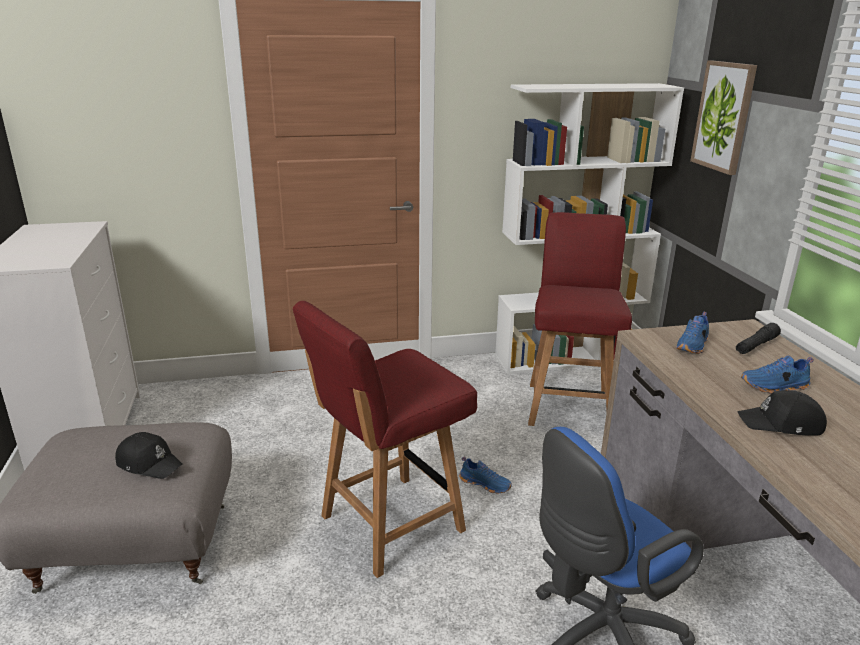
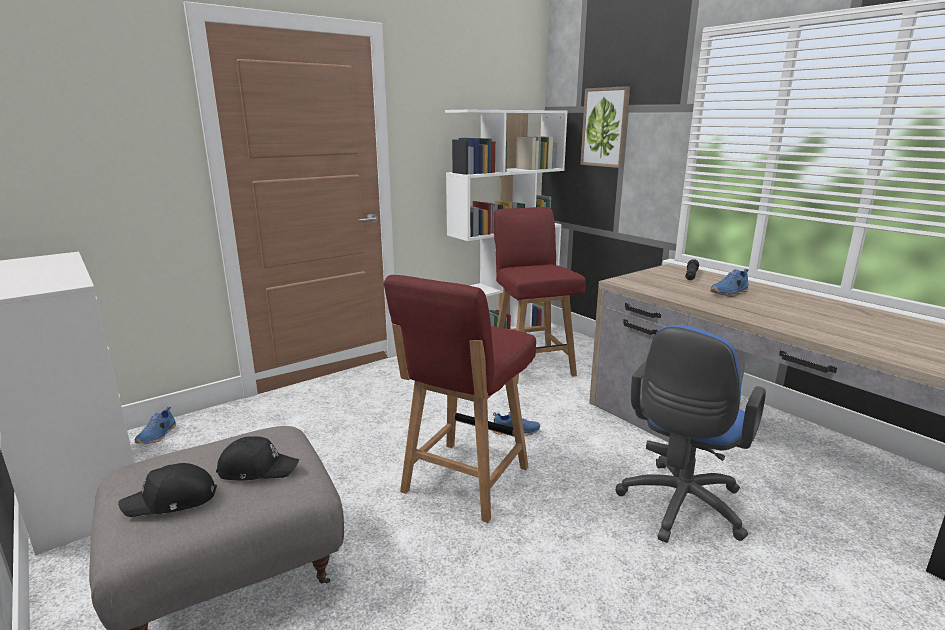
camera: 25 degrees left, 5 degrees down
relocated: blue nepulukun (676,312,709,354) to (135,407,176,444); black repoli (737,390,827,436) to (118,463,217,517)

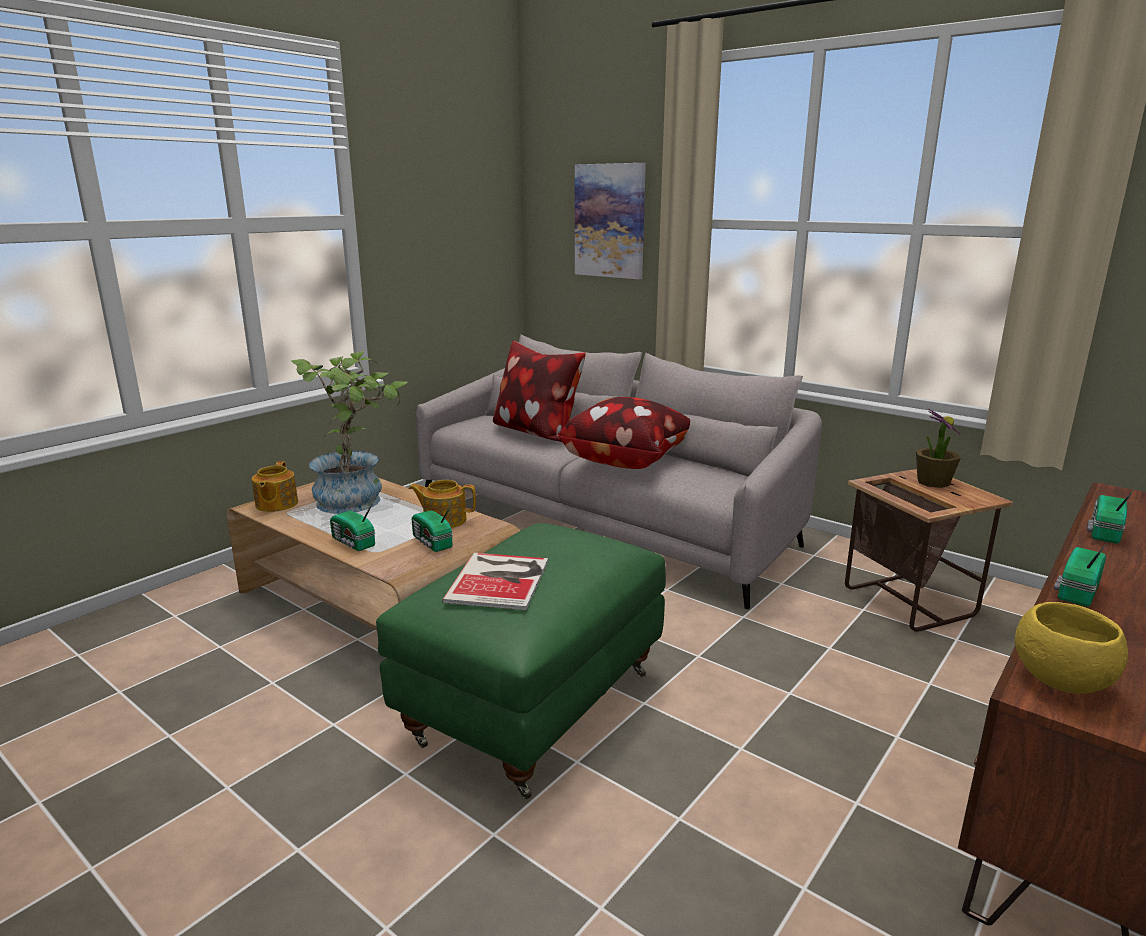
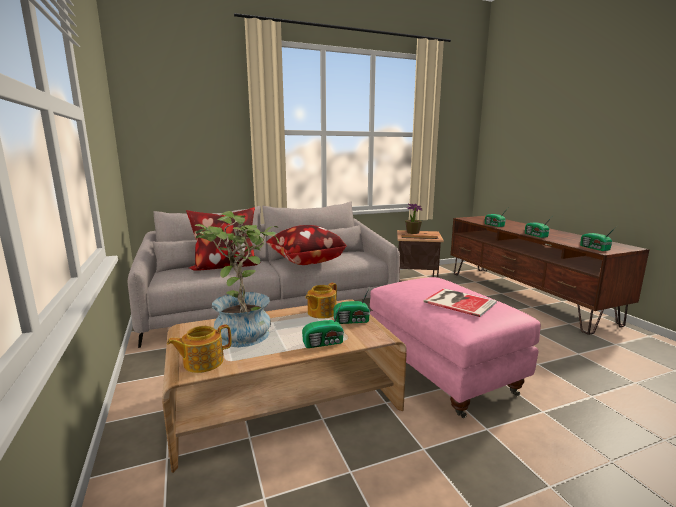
camera: 60 degrees left, 5 degrees down
missing: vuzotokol (575,163,646,279)
exchanged: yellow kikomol (1015,602,1128,694) to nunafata (580,225,618,251)
colour: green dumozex (376,523,666,799) to pink dumozex (370,277,541,418)
spun: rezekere (252,461,298,512) = (167,325,232,373) 120 degrees clockwise

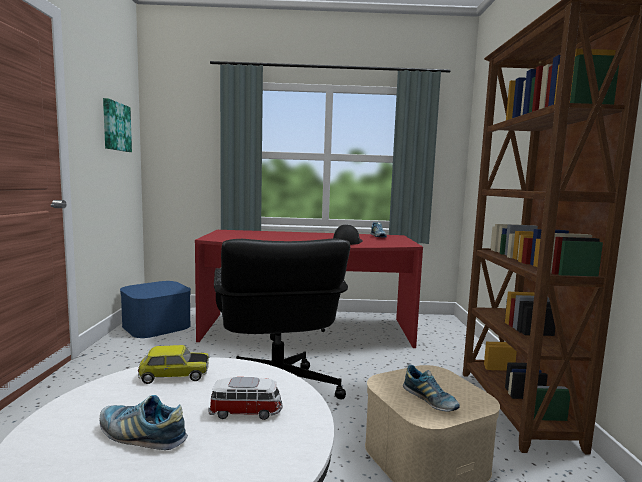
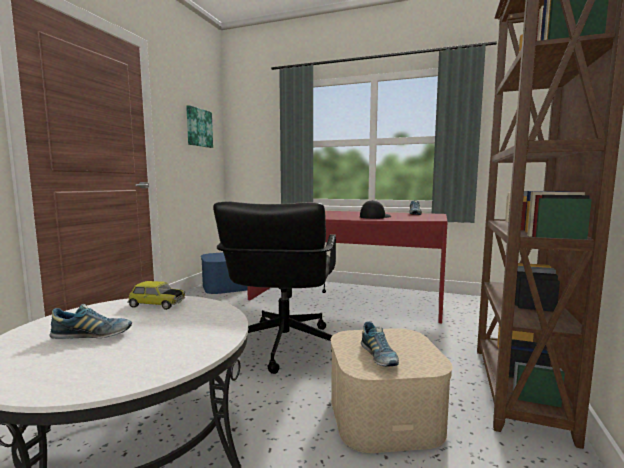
camera: 20 degrees right, 0 degrees up
missing: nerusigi (208,377,283,420)
spun: nepulukun (100,395,188,450) = (49,304,132,339) 135 degrees clockwise

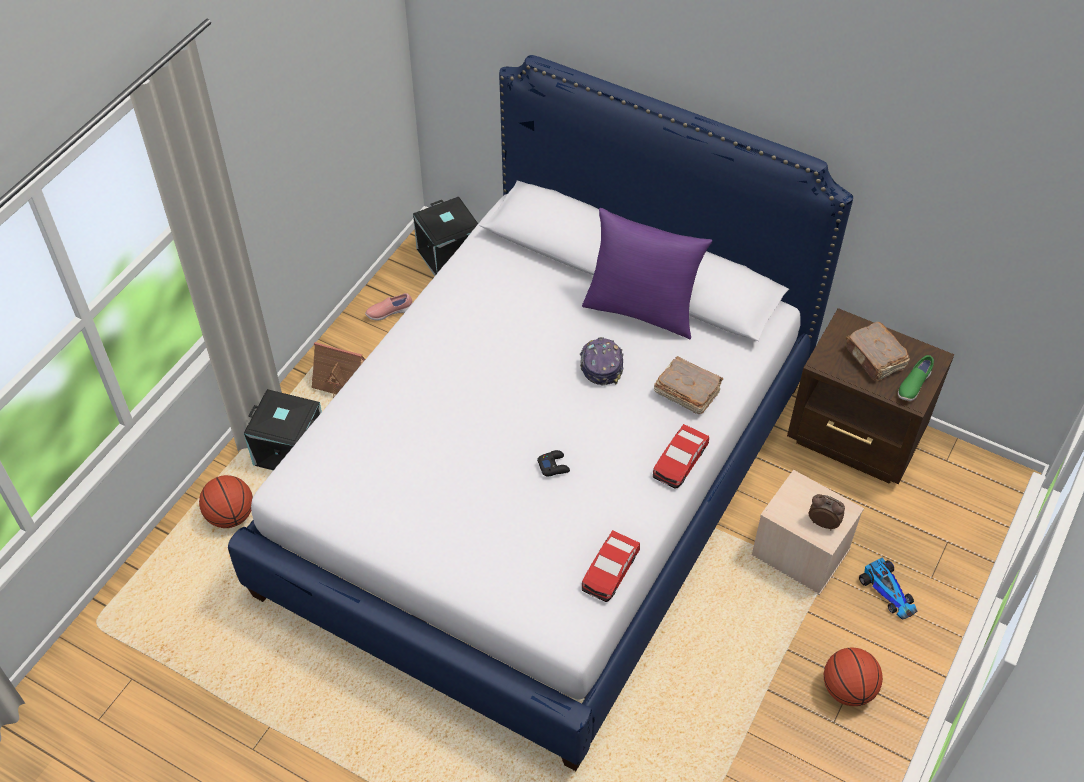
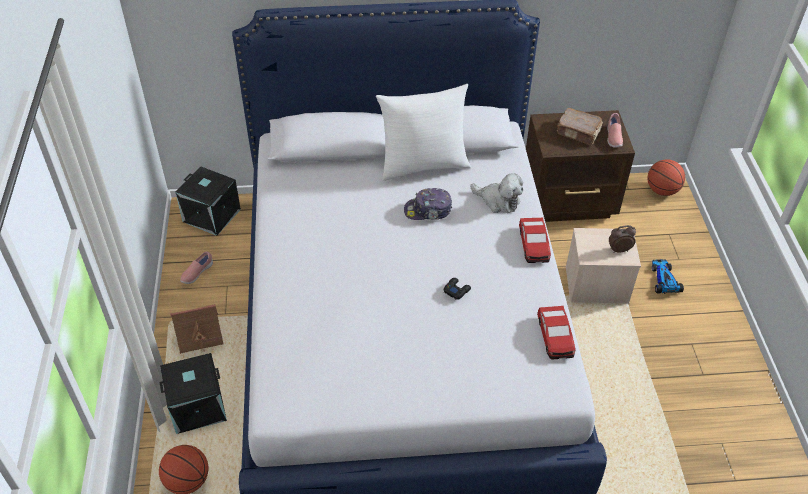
camera: 35 degrees left, 5 degrees down
relocated: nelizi (824,647,883,706) to (647,159,685,196)
exchanged: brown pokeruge (654,356,723,414) to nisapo (470,174,523,213)
colour: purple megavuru (582,208,712,339) to white megavuru (376,84,471,181); green nepulukun (898,355,934,401) to pink nepulukun (607,113,623,148)
spun: repoli (580,337,623,386) = (404,188,452,220) 60 degrees counterclockwise; nerusigi (859,557,917,620) = (652,259,684,294) 120 degrees counterclockwise

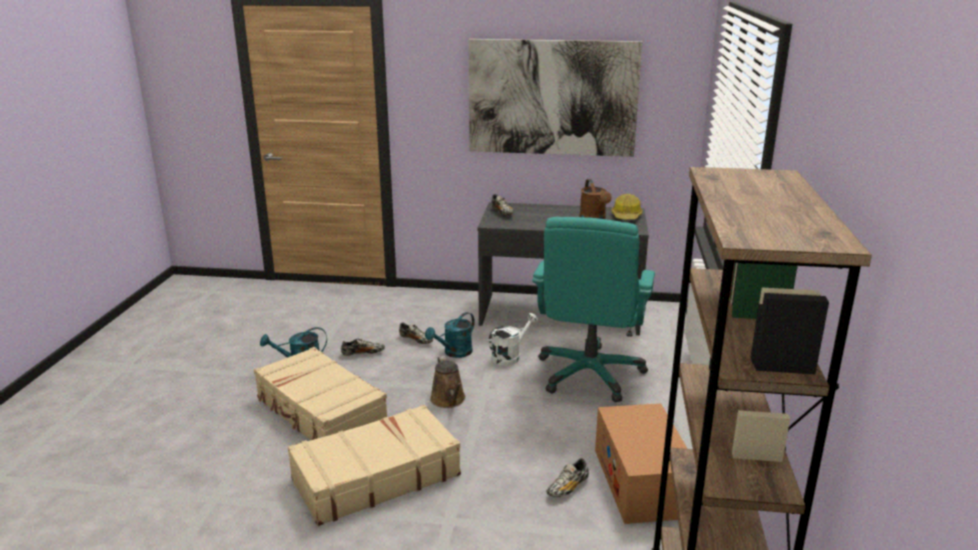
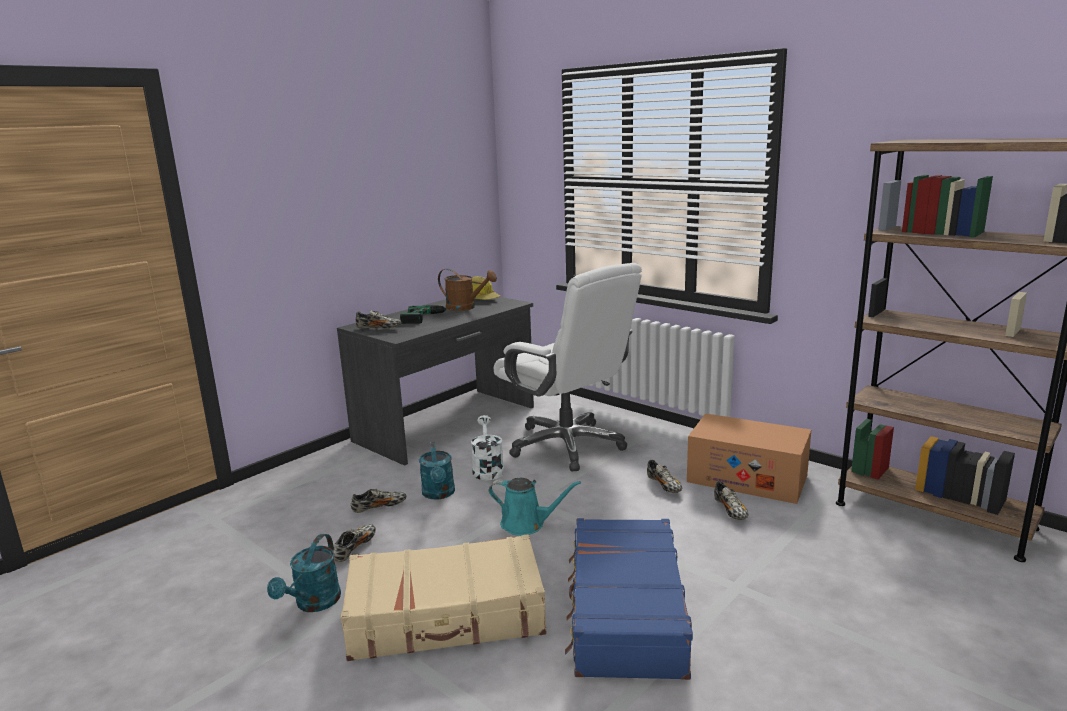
camera: 55 degrees left, 5 degrees down
missing: vuzotokol (468,39,642,157)
appeared: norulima (400,305,455,324); nepulukun (647,460,682,493)
colour: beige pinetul (288,405,461,526) to blue pinetul (565,518,693,680); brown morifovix (430,356,465,408) to turquoise morifovix (489,478,581,536); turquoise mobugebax (532,217,655,402) to white mobugebax (494,263,642,471)

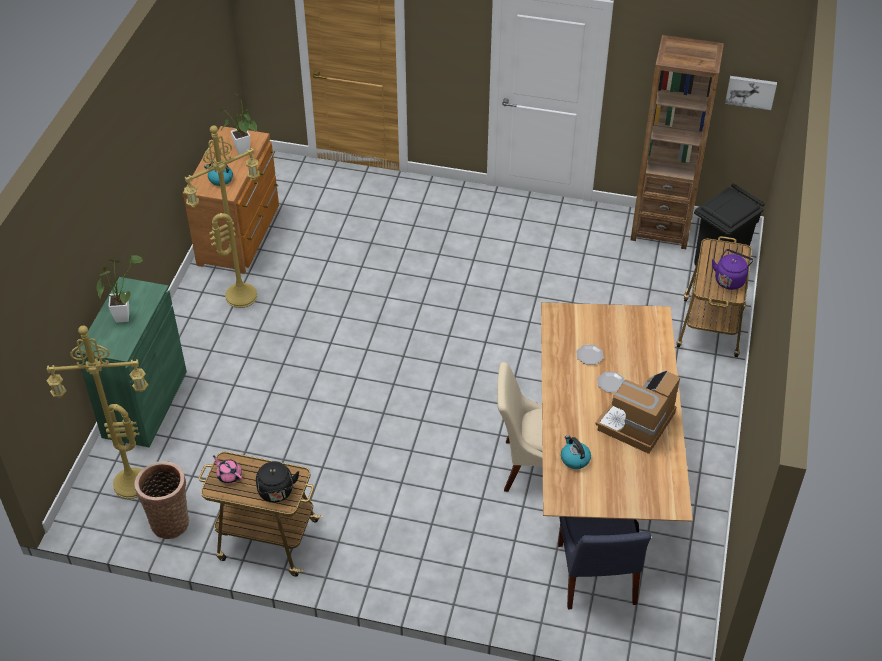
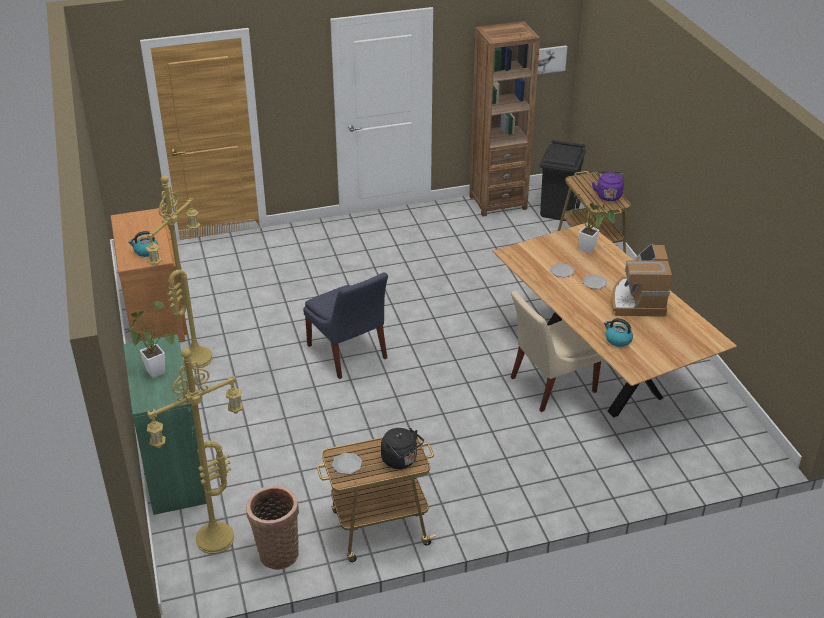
camera: 30 degrees left, 10 degrees down
relocated: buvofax (219,94,257,155) to (567,193,615,253); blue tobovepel (558,517,651,609) to (303,273,388,379)
exchanged: pink rezekere (213,455,242,484) to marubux (332,453,362,474)

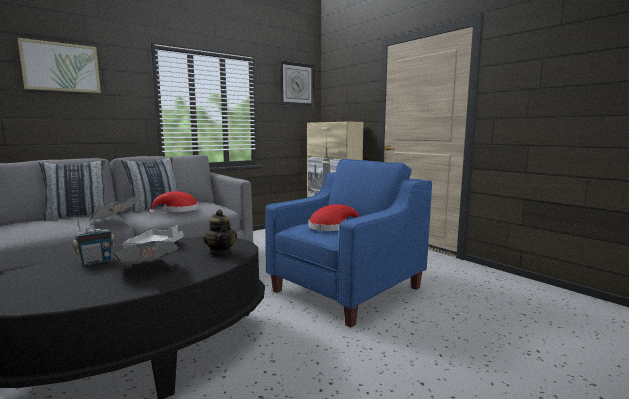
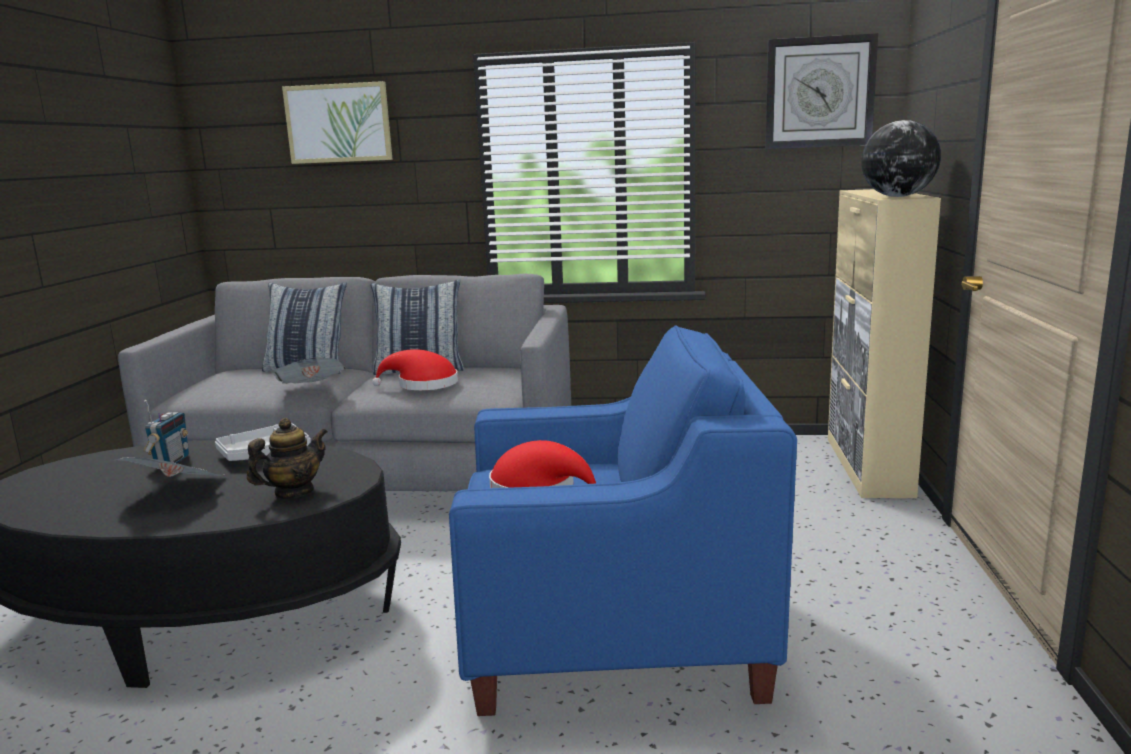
camera: 45 degrees right, 5 degrees up
appeared: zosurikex (861,120,941,197)
spun: nunafata (73,217,115,266) = (143,400,189,463) 90 degrees counterclockwise; rezekere (203,209,237,256) = (247,418,327,499) 150 degrees counterclockwise

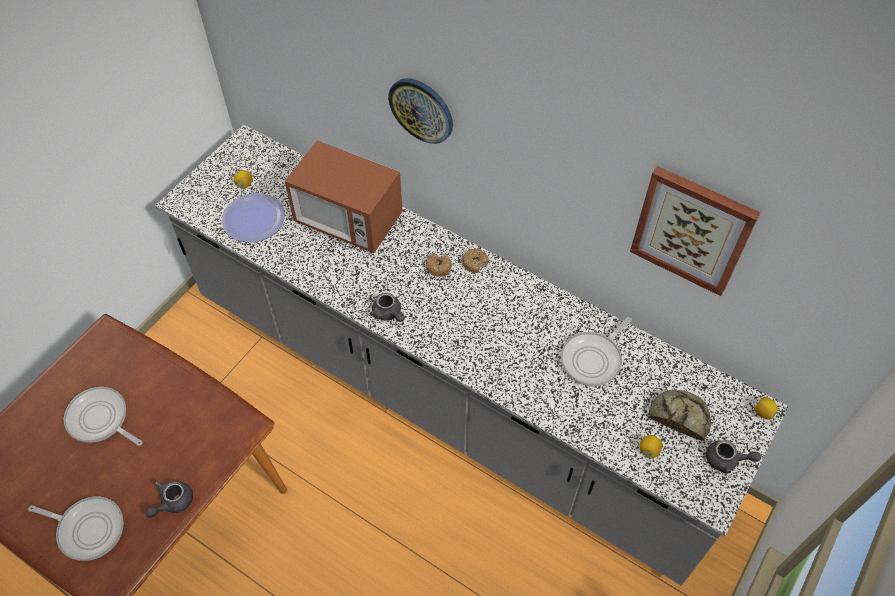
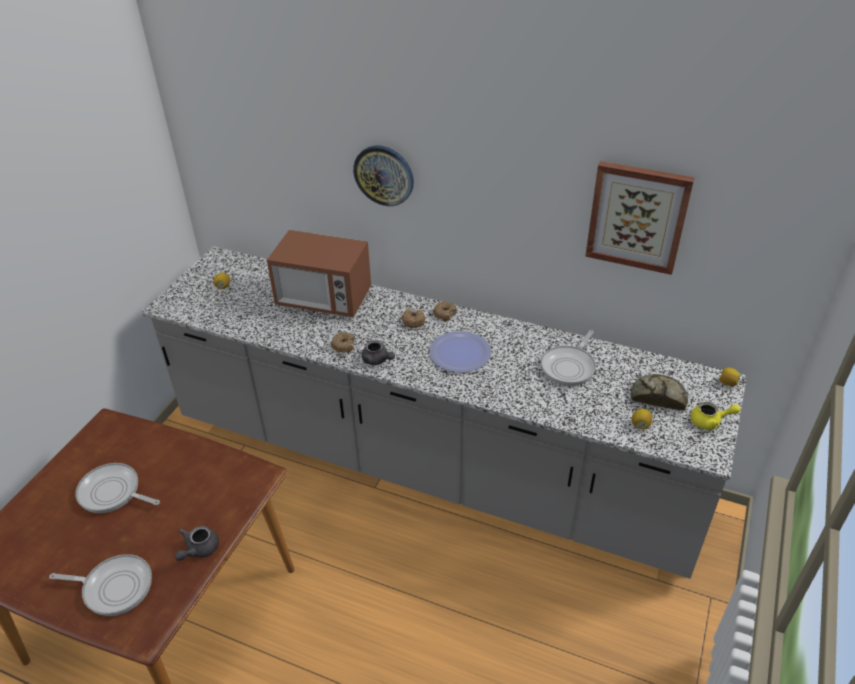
camera: 10 degrees left, 15 degrees down
appeared: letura (331,333,355,353)
relocated: marubux (221,193,285,242) to (429,331,491,372)
colour: grey rezekere (706,440,761,474) to yellow rezekere (690,402,740,430)

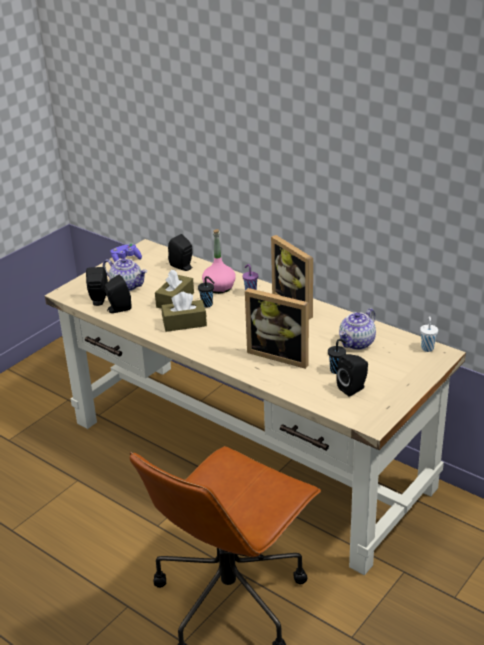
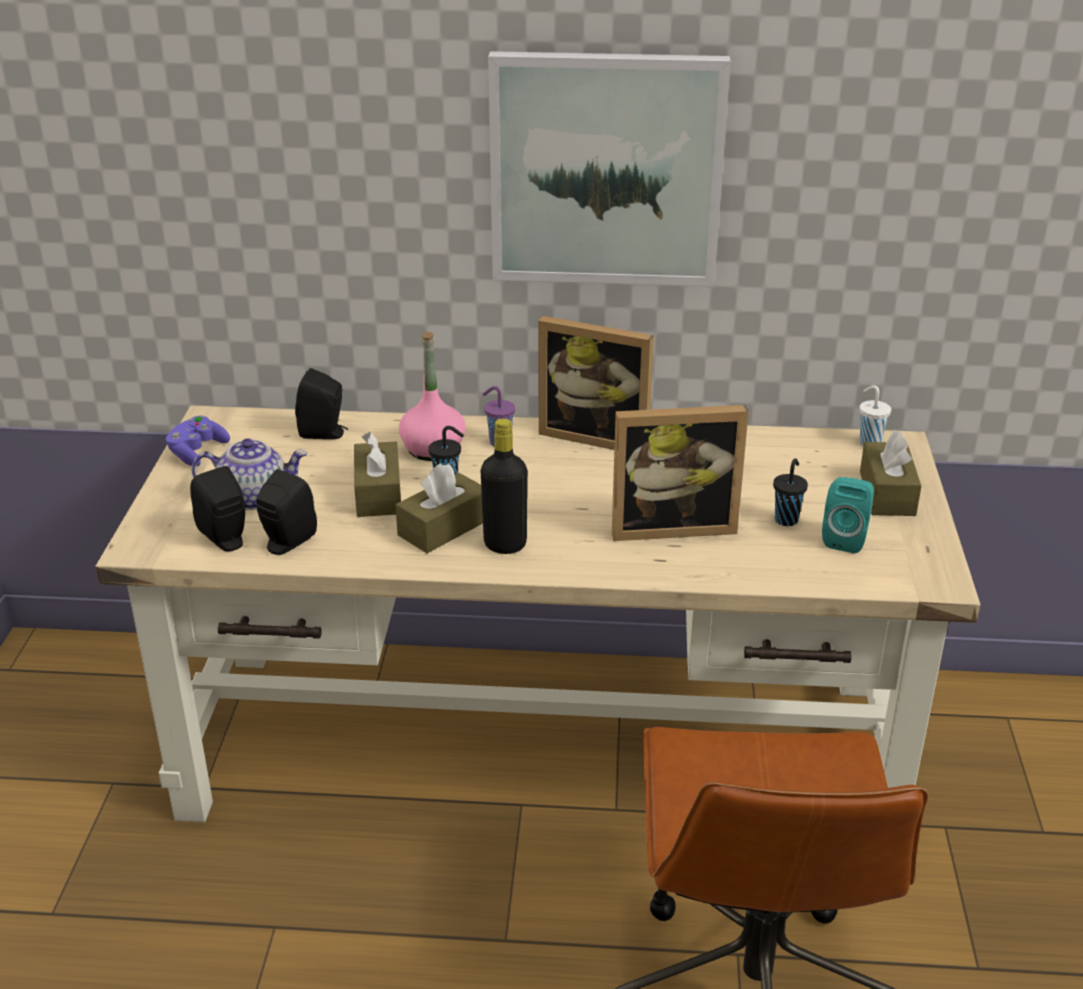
camera: 35 degrees left, 0 degrees up
missing: rezekere (339,308,376,350)
appeared: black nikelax (481,419,528,554); vuzotokol (488,51,731,286); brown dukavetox (860,430,921,516)
colour: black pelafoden (336,354,368,397) to turquoise pelafoden (822,477,874,553)

